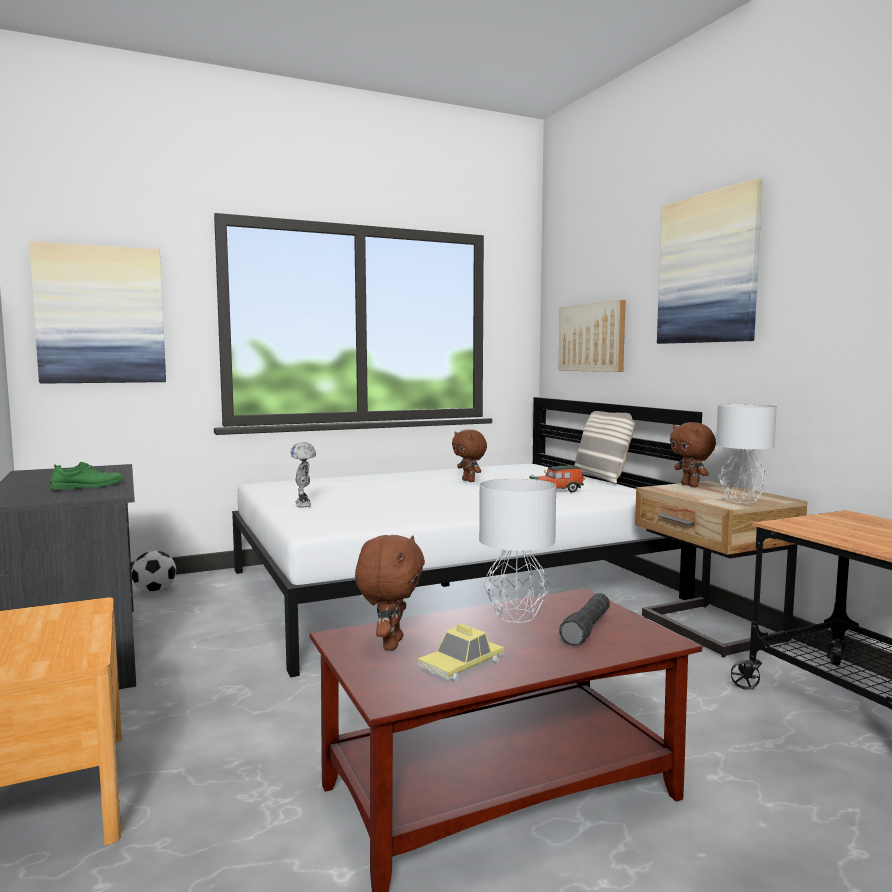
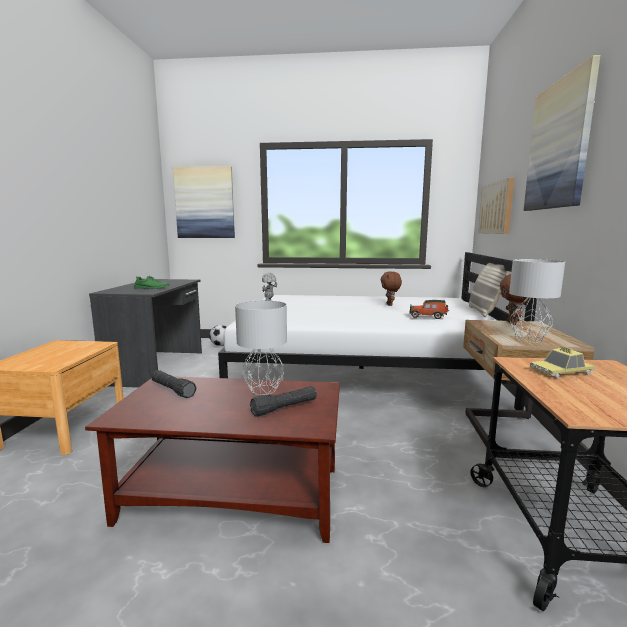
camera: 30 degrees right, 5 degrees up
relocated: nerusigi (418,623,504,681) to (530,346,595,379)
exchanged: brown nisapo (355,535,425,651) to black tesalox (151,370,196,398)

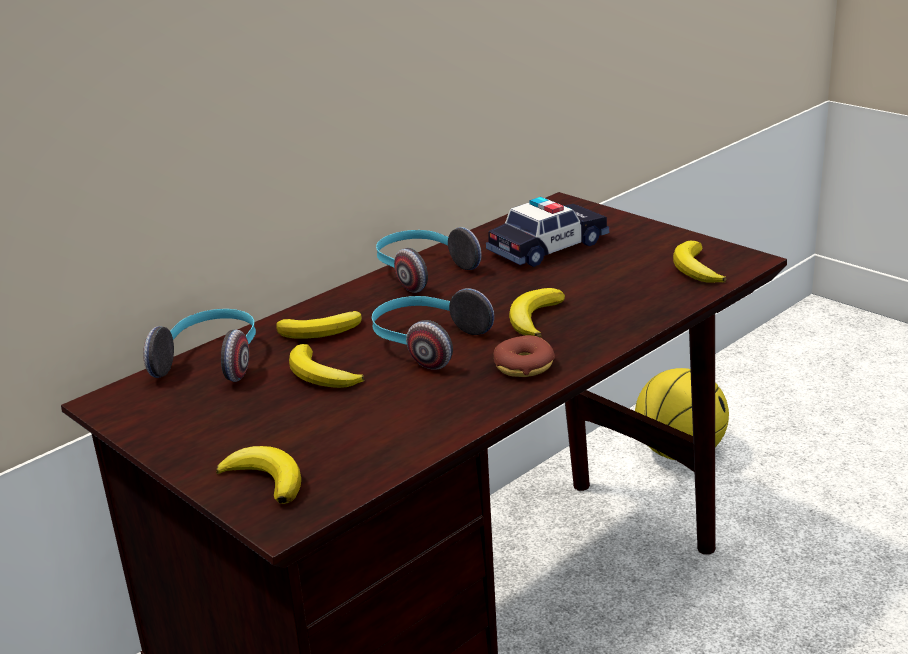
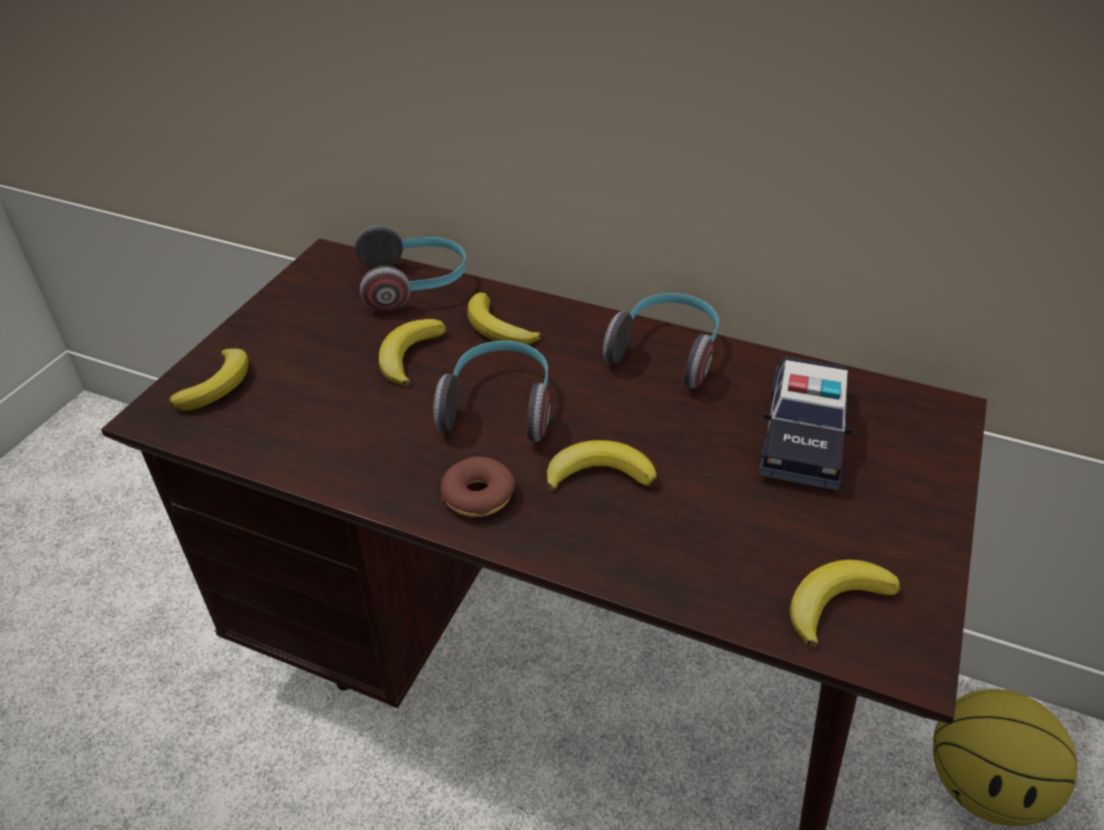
camera: 65 degrees right, 15 degrees up
spun: nerusigi (486,197,609,267) = (759,356,853,490) 75 degrees clockwise

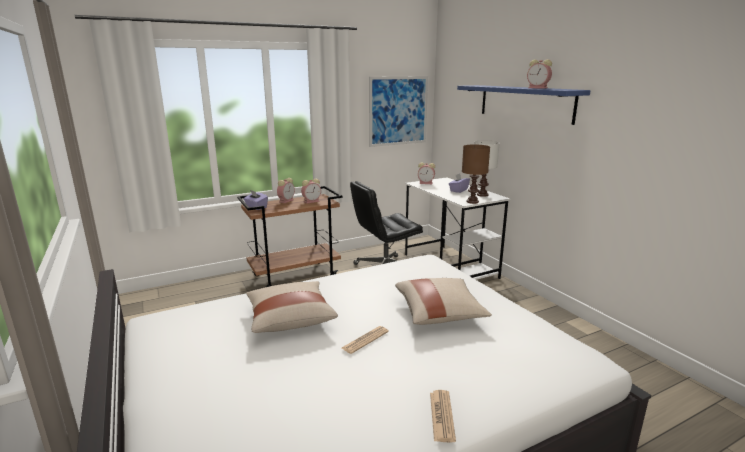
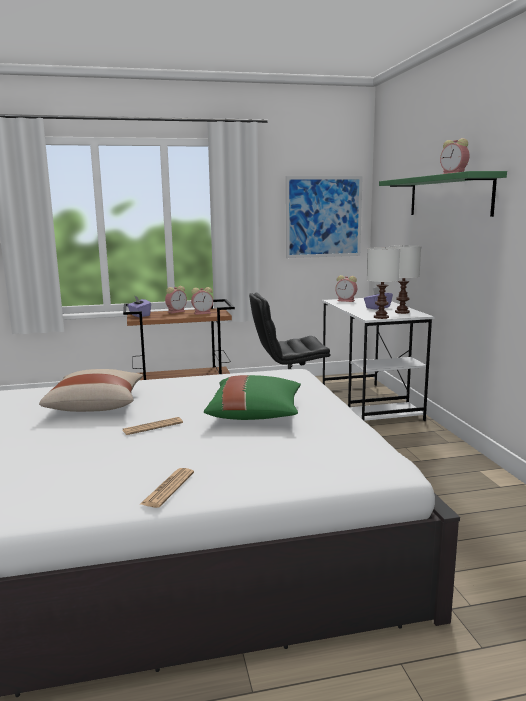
camera: 15 degrees right, 5 degrees down
colour: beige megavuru (395,278,492,325) to green megavuru (204,375,301,420); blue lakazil (457,85,591,125) to green lakazil (379,171,507,217); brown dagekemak (462,144,490,204) to white dagekemak (367,247,400,319)

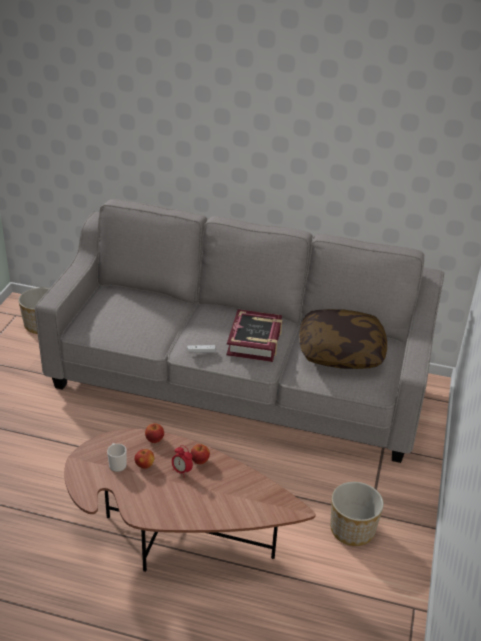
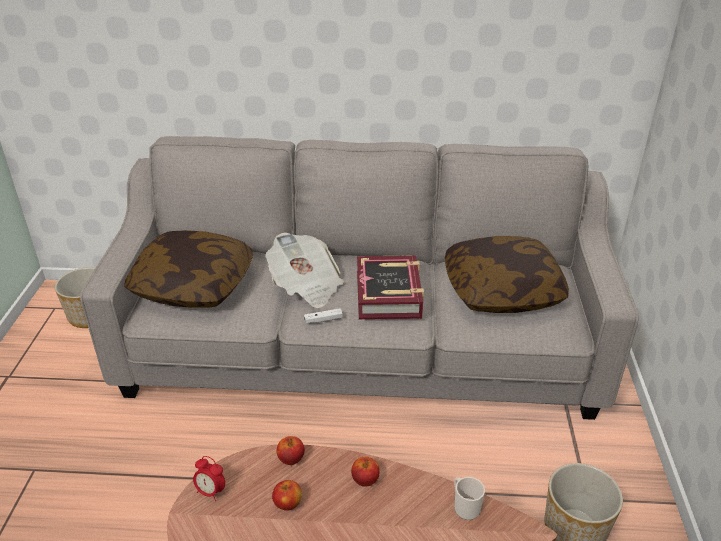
camera: 10 degrees left, 0 degrees up
appeared: megavuru (124,230,253,308); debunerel (265,232,344,308)
relocated: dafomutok (107,443,127,472) to (454,477,485,520); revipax (172,445,193,478) to (193,456,225,501)

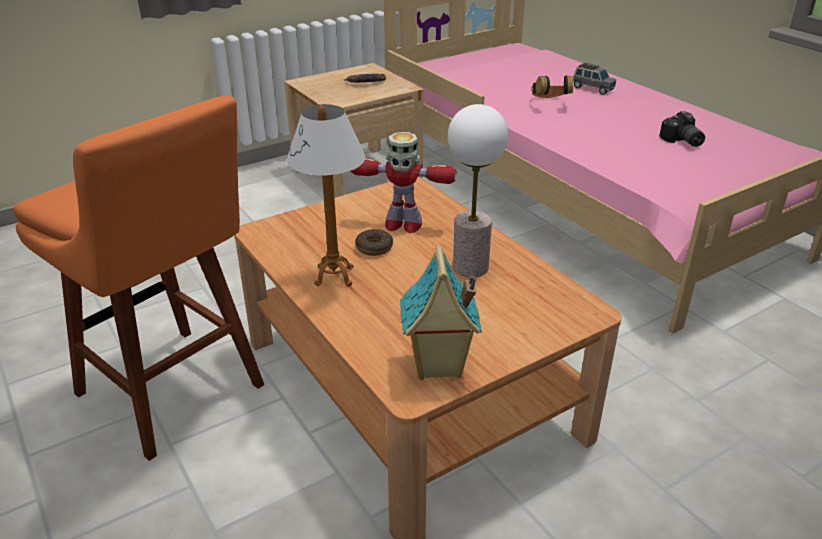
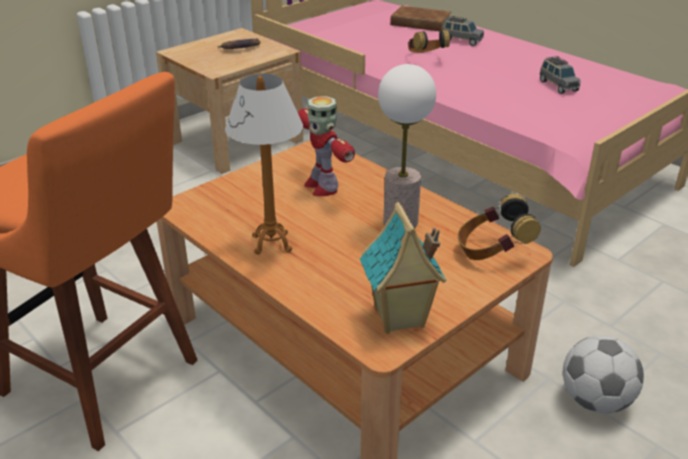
camera: 10 degrees left, 0 degrees up
missing: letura (355,229,393,256)
appeared: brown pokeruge (390,6,451,31); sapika (457,194,541,260); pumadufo (563,335,644,413)
exchanged: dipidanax (659,111,705,147) to grey nerusigi (540,56,580,94)
spun: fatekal (351,132,456,233) = (298,96,355,196) 60 degrees clockwise

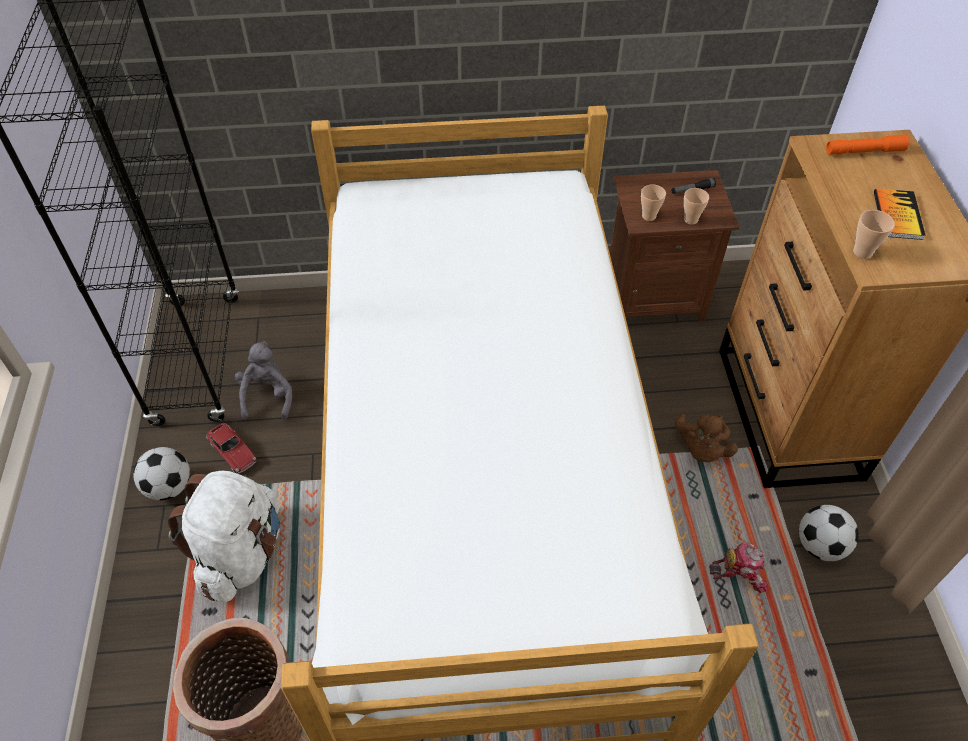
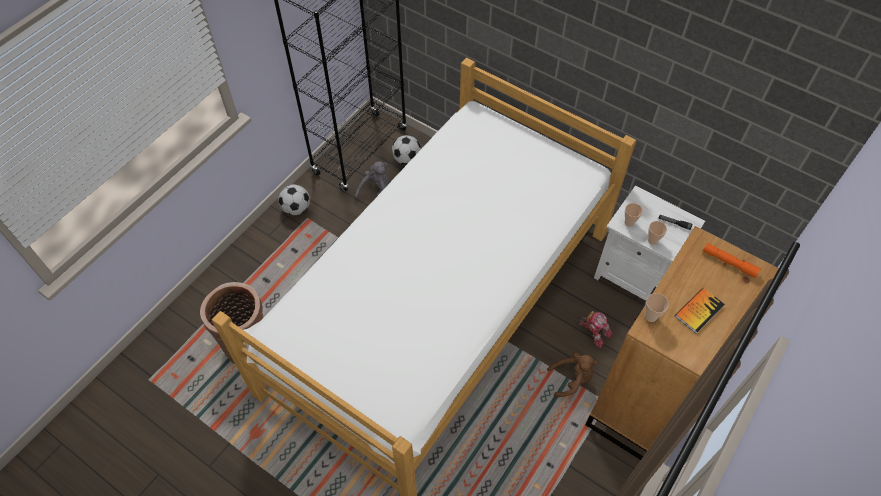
camera: 40 degrees right, 5 degrees up
missing: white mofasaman (168,471,280,602); nerusigi (206,423,256,473)
relocated: fatekal (709,542,768,593) to (579,311,613,348); pumadufo (799,505,859,561) to (392,135,421,165)
colour: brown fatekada (610,170,739,322) to white fatekada (594,186,705,301)
spun: brown nisapo (675,414,738,462) = (547,352,598,397) 150 degrees counterclockwise

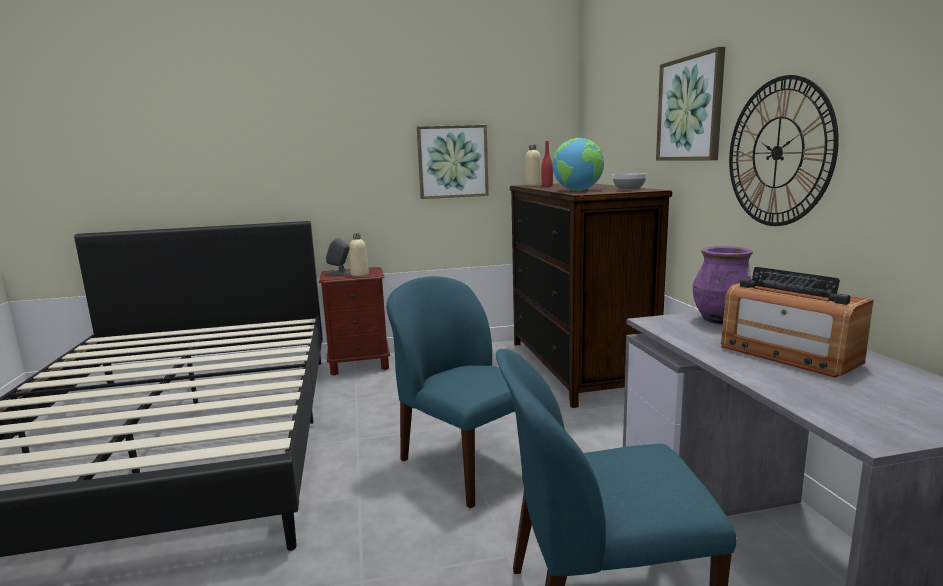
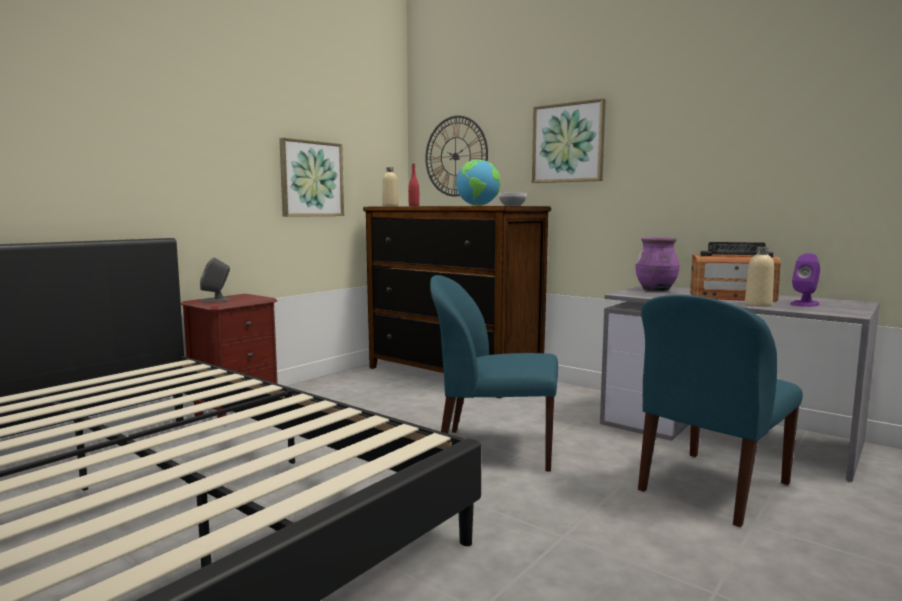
camera: 40 degrees left, 5 degrees down
appeared: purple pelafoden (790,253,820,307)
relocated: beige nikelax (349,233,369,276) to (745,247,774,307); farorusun (729,75,839,226) to (425,115,488,197)

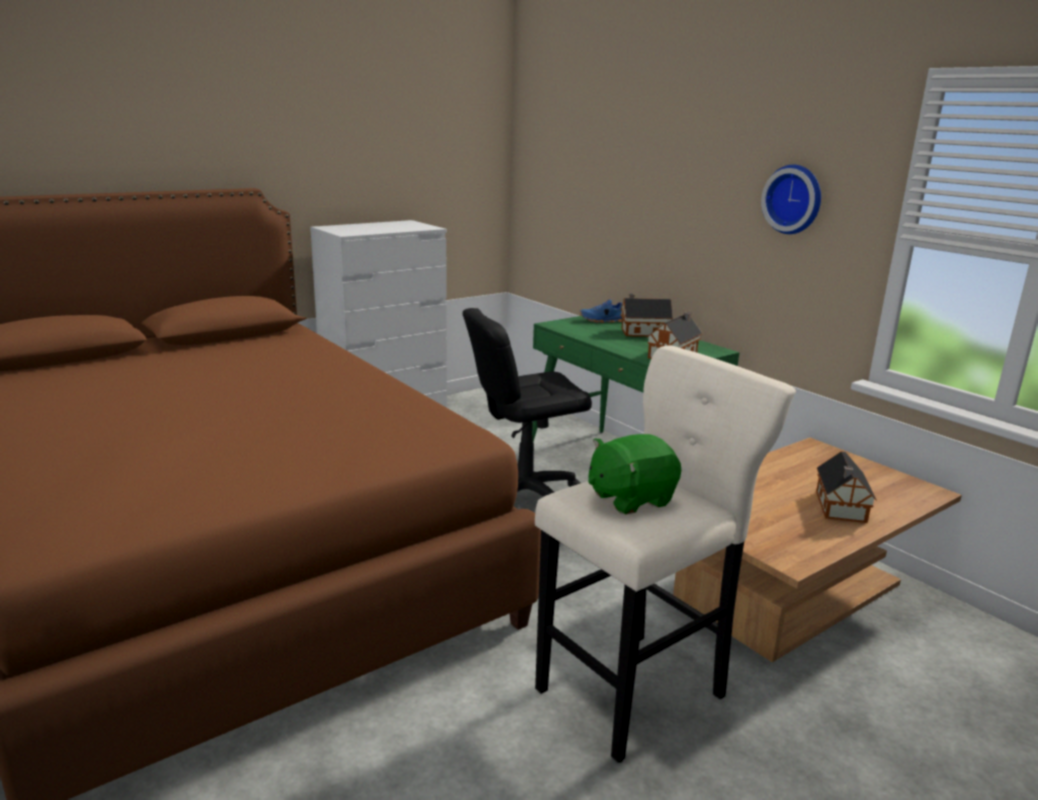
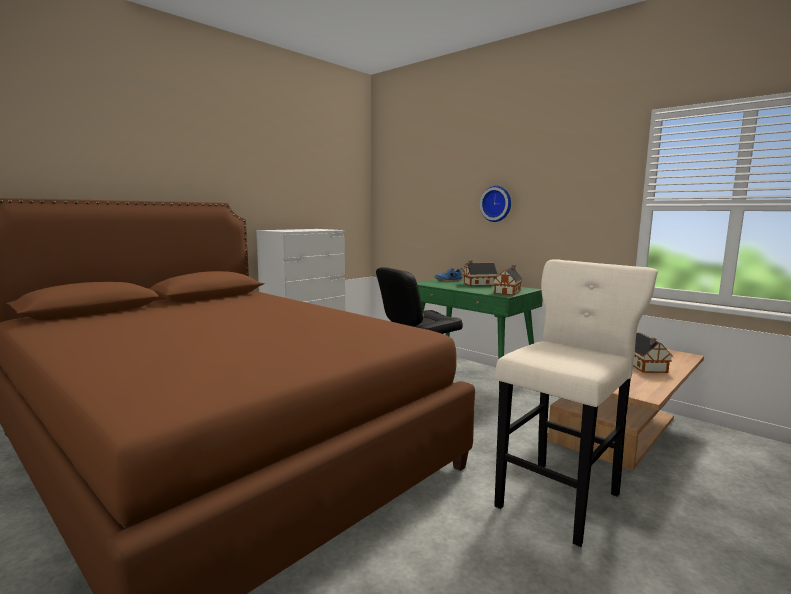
camera: 10 degrees left, 10 degrees down
missing: green nisapo (588,434,681,514)
relocated: farorusun (761,165,821,234) to (480,186,511,222)

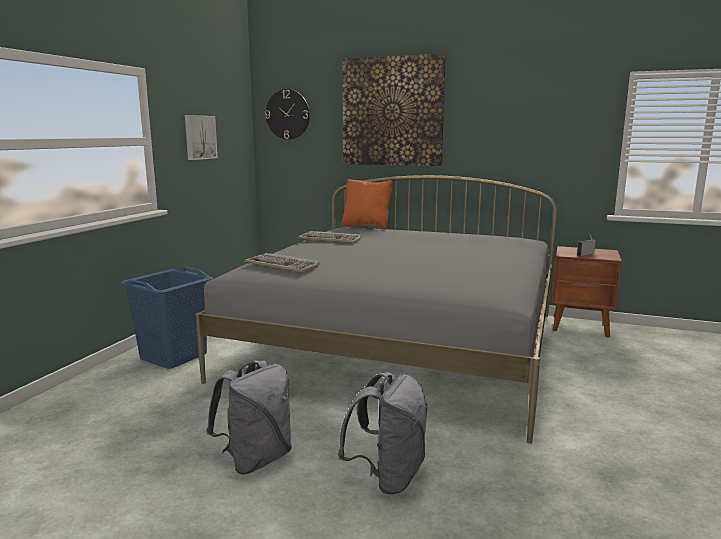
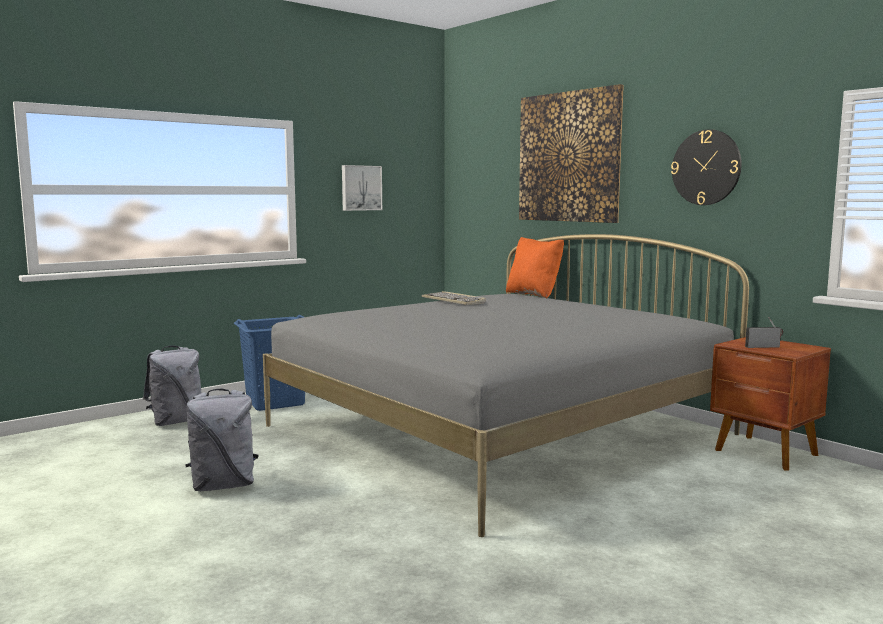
camera: 30 degrees right, 5 degrees down
missing: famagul (245,253,319,272)
relocated: farorusun (265,89,310,140) to (671,129,742,205); grey mofasaman (338,372,428,495) to (143,345,201,426)

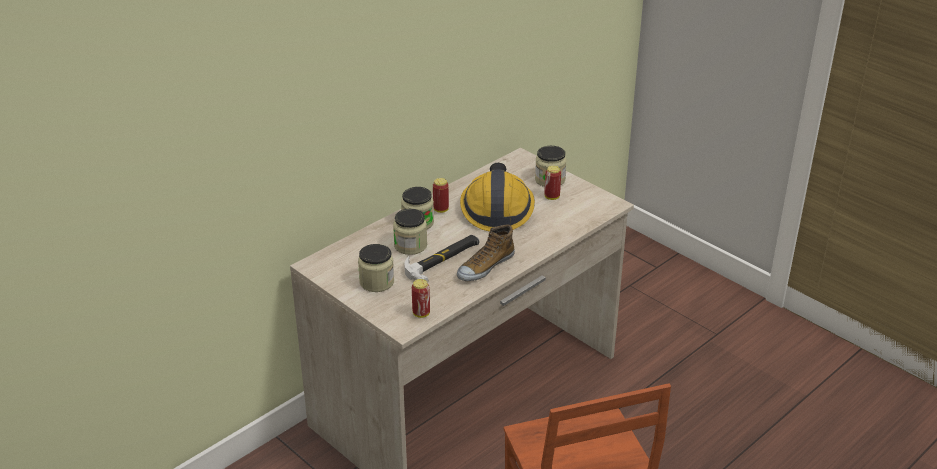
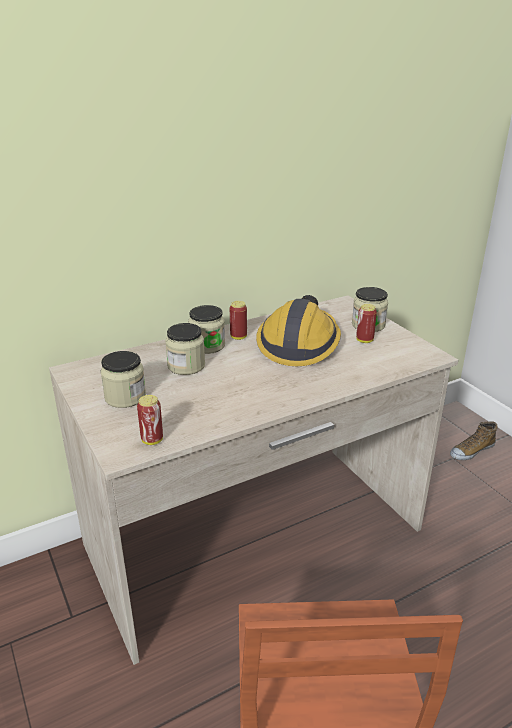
camera: 15 degrees right, 5 degrees down
missing: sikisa (404,235,479,283)
relocated: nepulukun (457,225,515,281) to (450,421,498,460)

